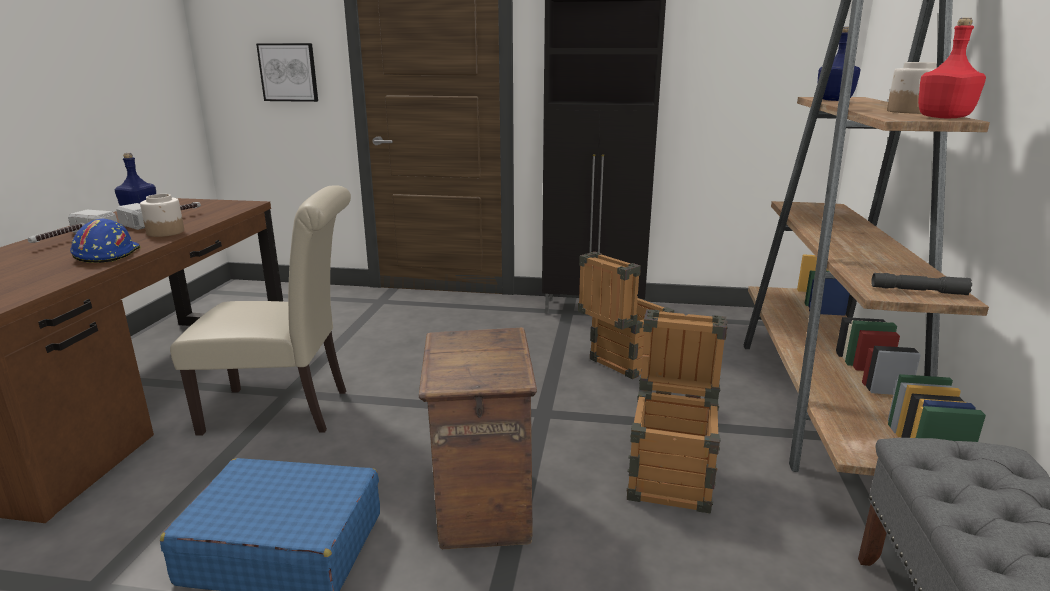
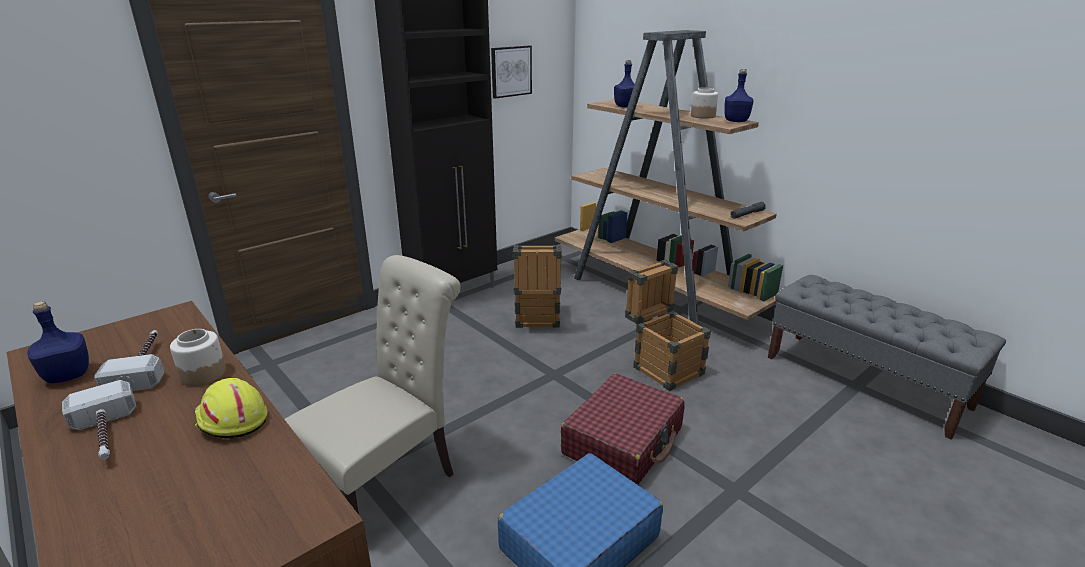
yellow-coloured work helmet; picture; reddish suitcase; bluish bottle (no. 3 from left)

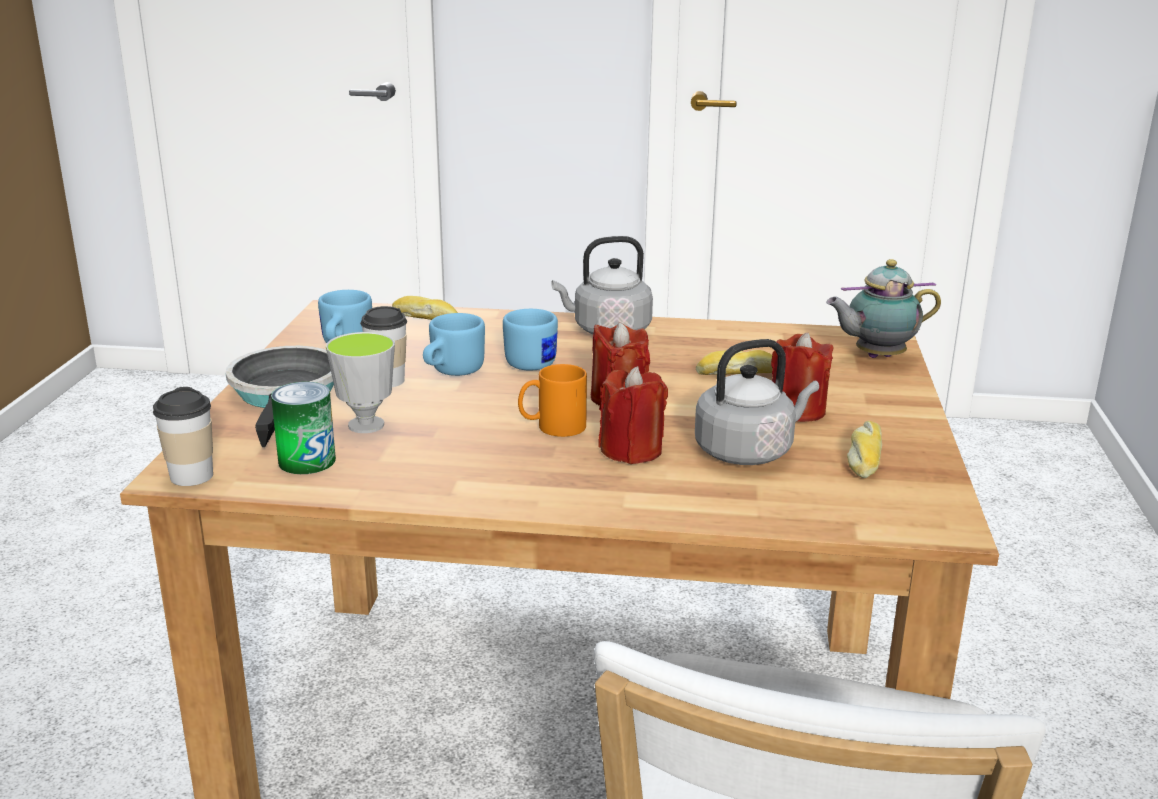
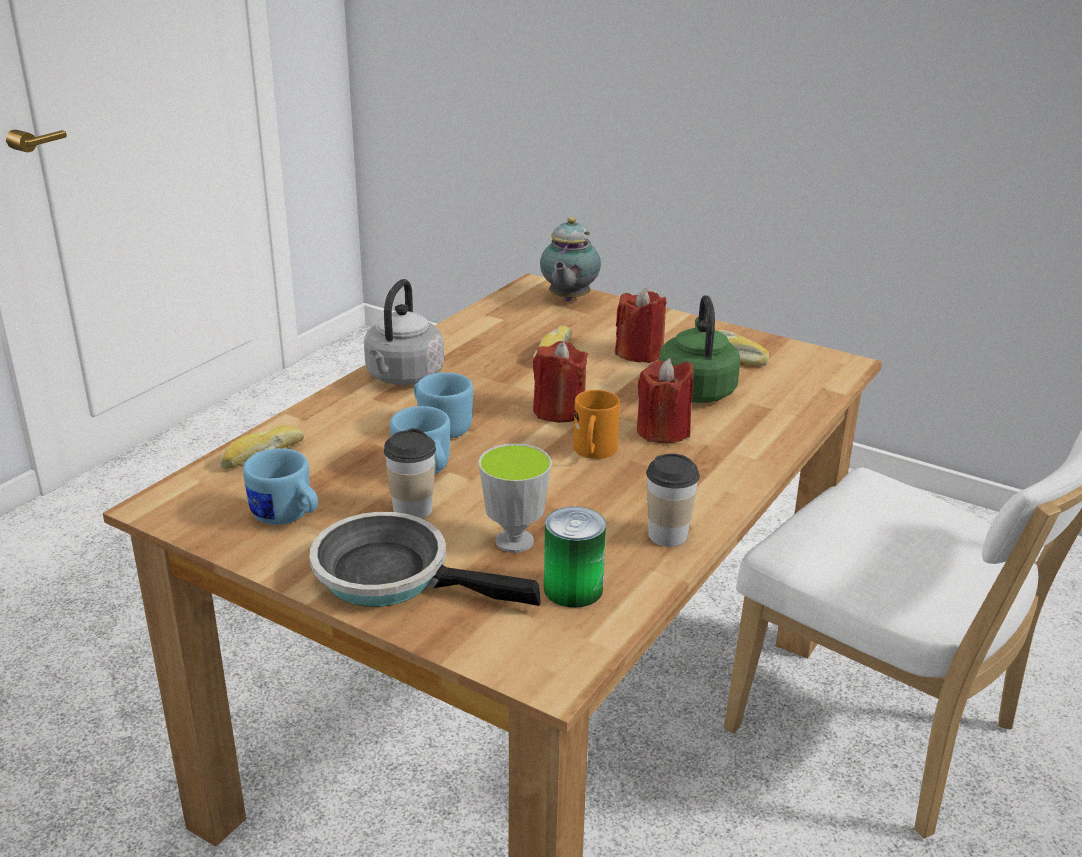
drinking cup (no. 3 from left); greenish tea kettle

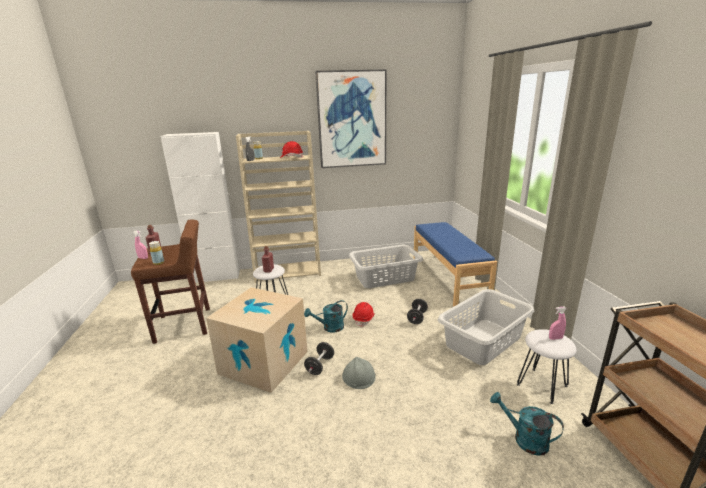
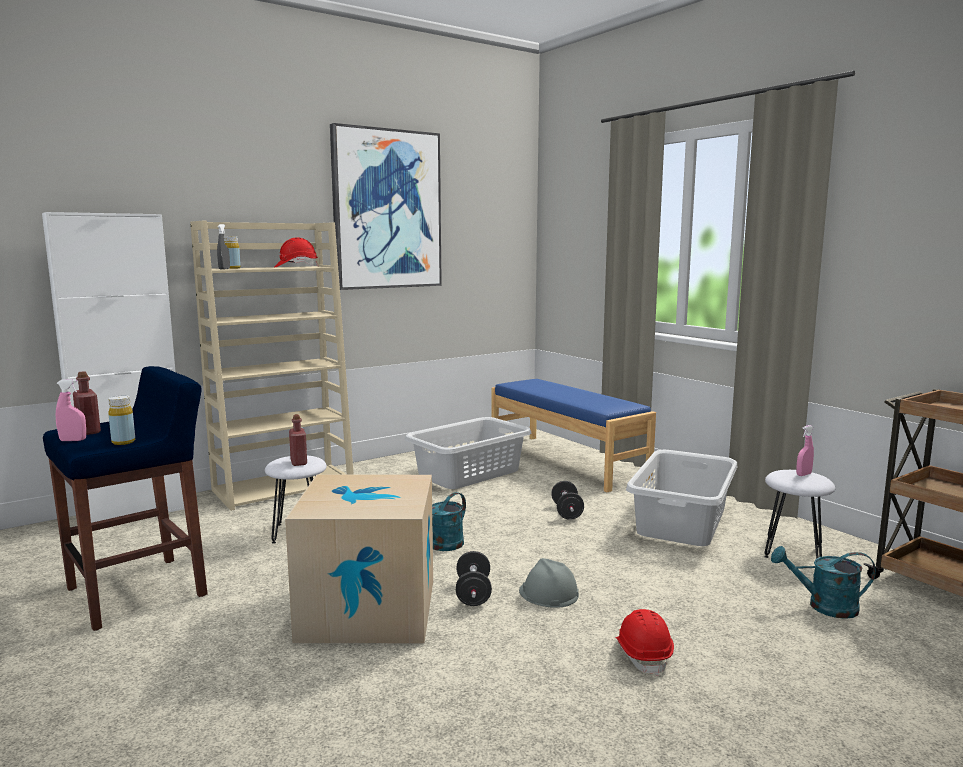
bluish sitting stool; reddish work helmet (no. 2 from left)

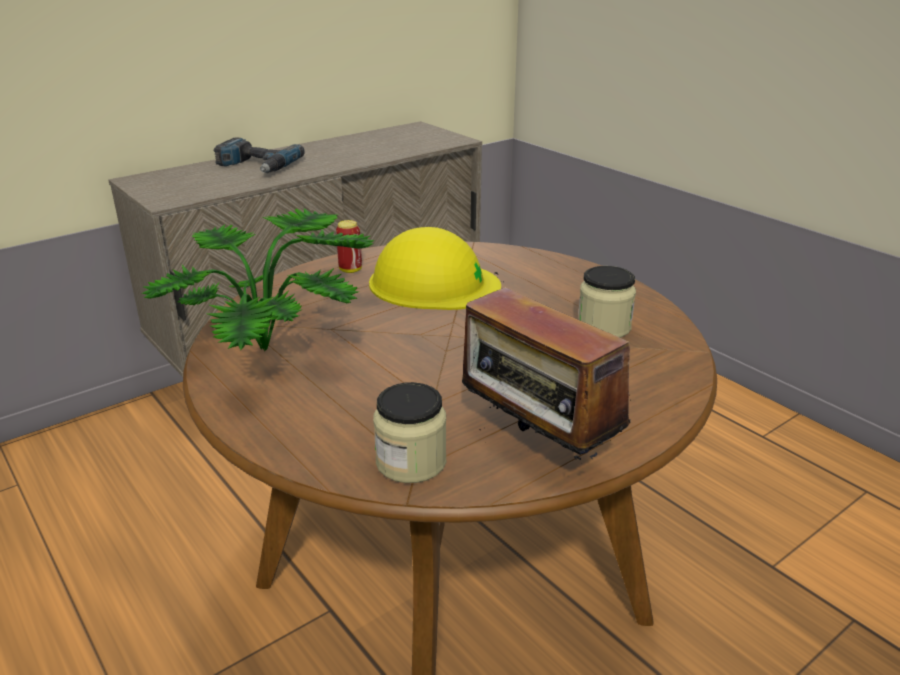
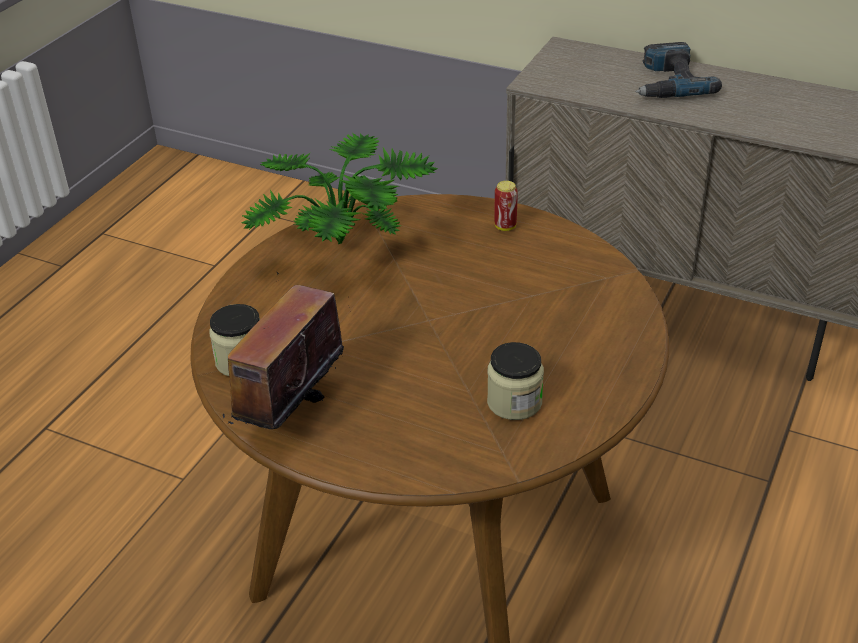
yellow-coloured work helmet

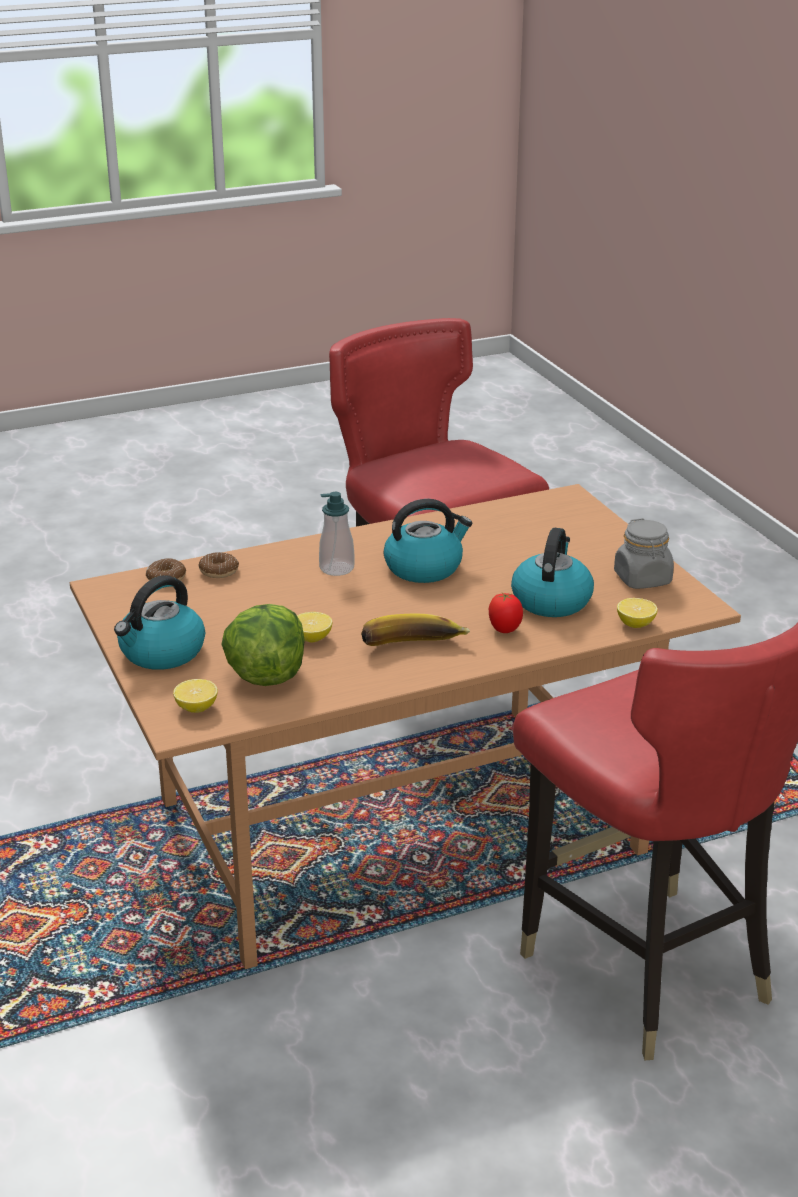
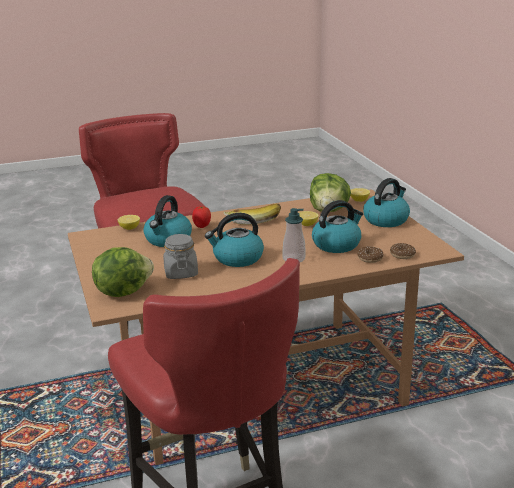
lettuce (no. 1 from left); grey storage jar; tea kettle (no. 3 from left)

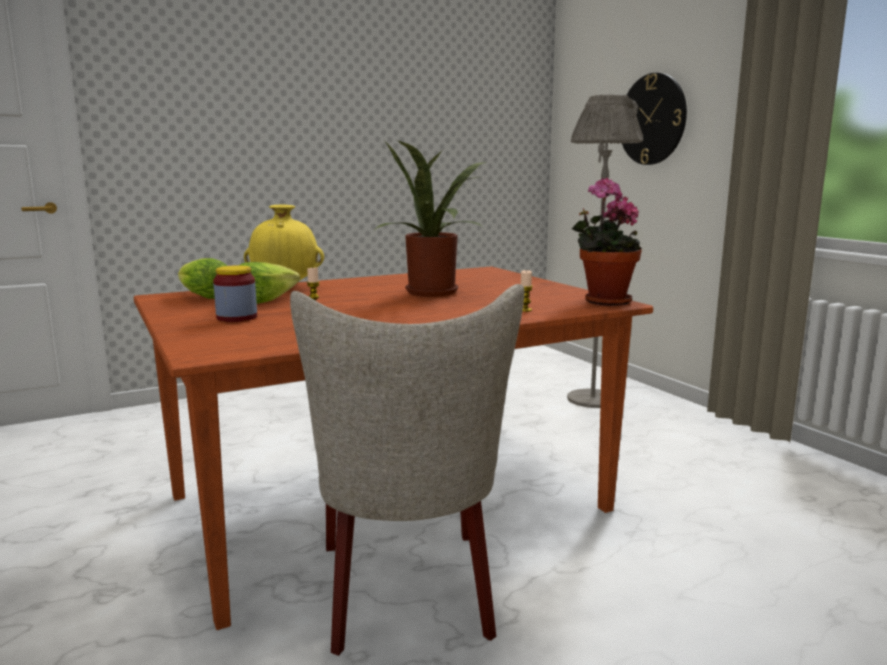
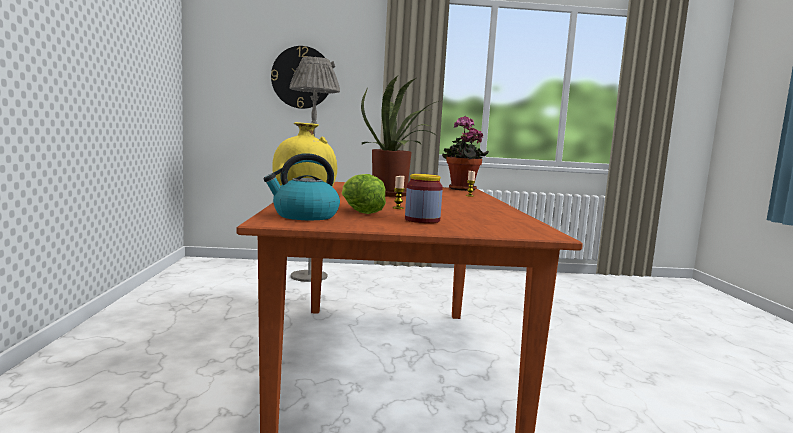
tea kettle; beige-coloured chair

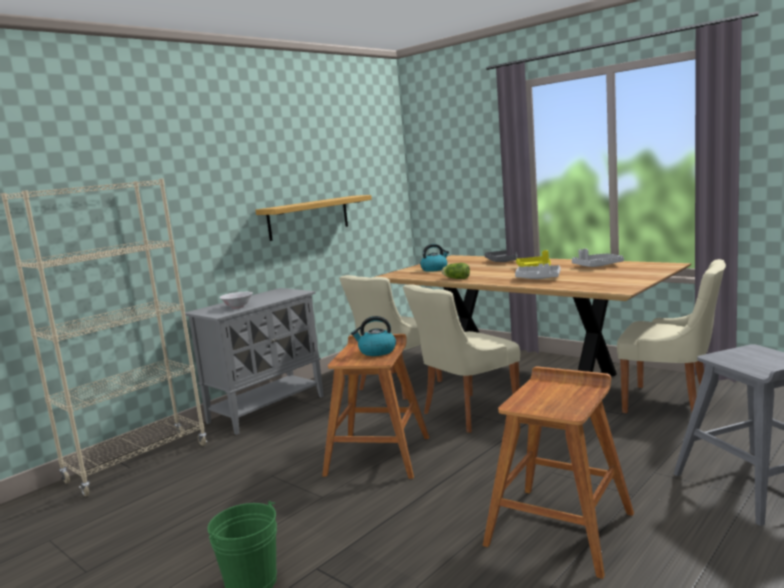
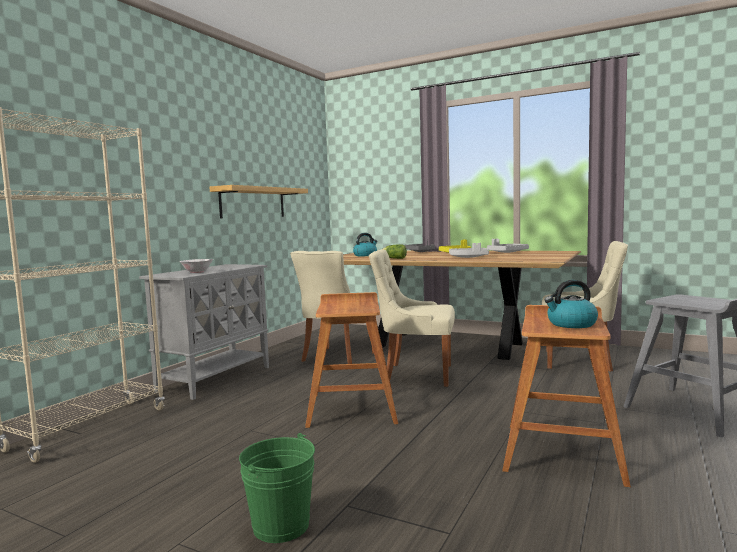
beige-coloured chair (no. 2 from left); tea kettle (no. 2 from left)

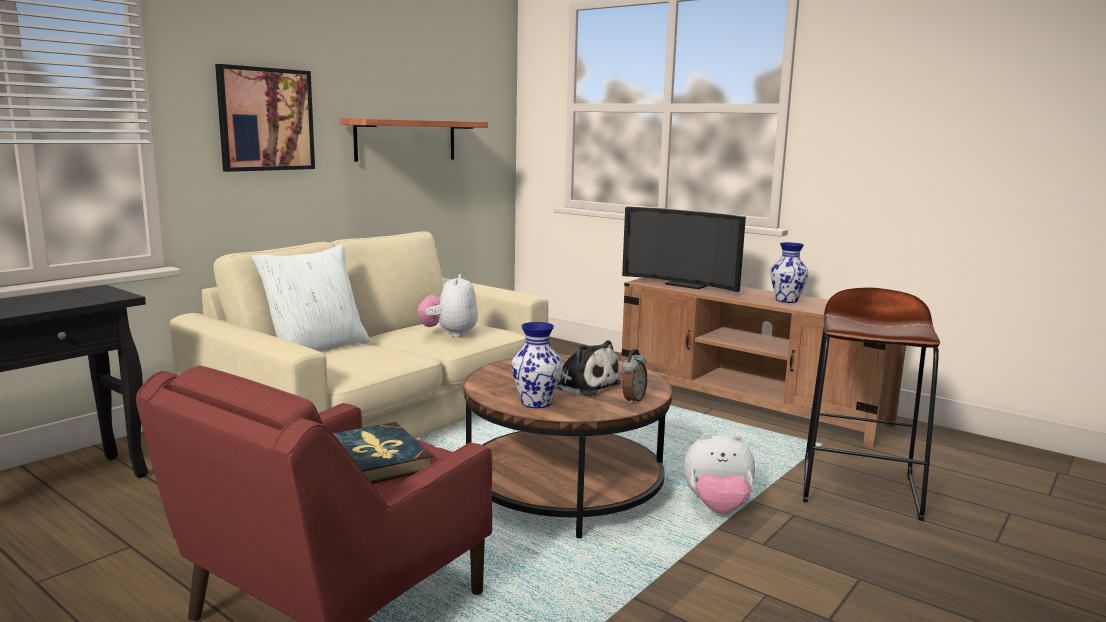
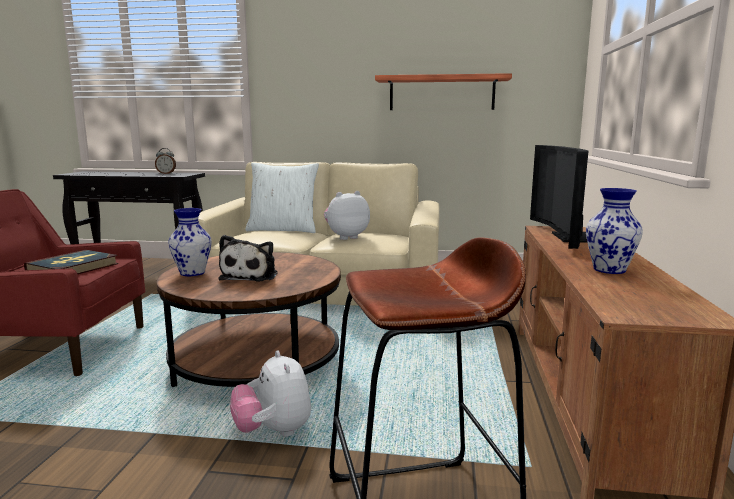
alarm clock; picture

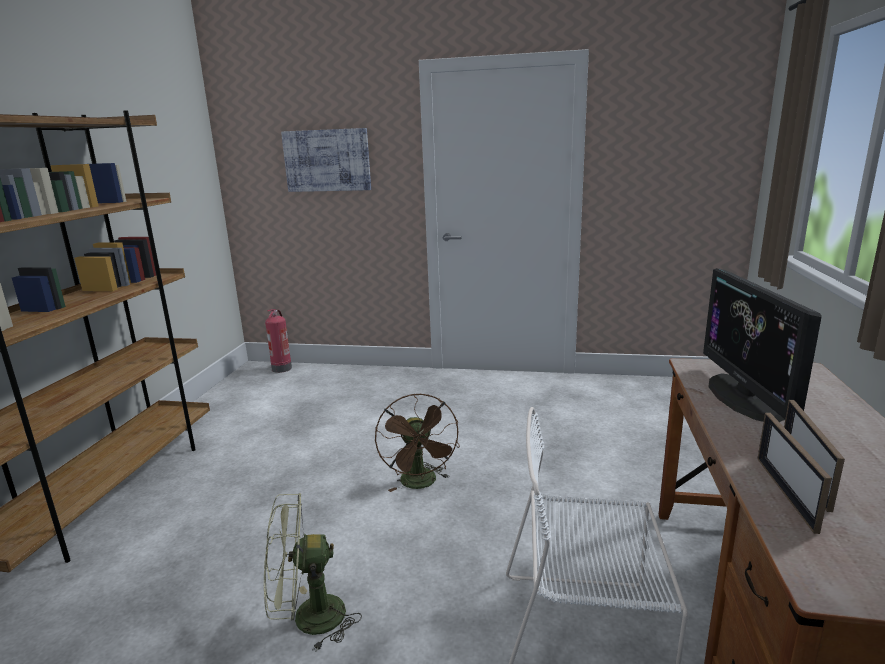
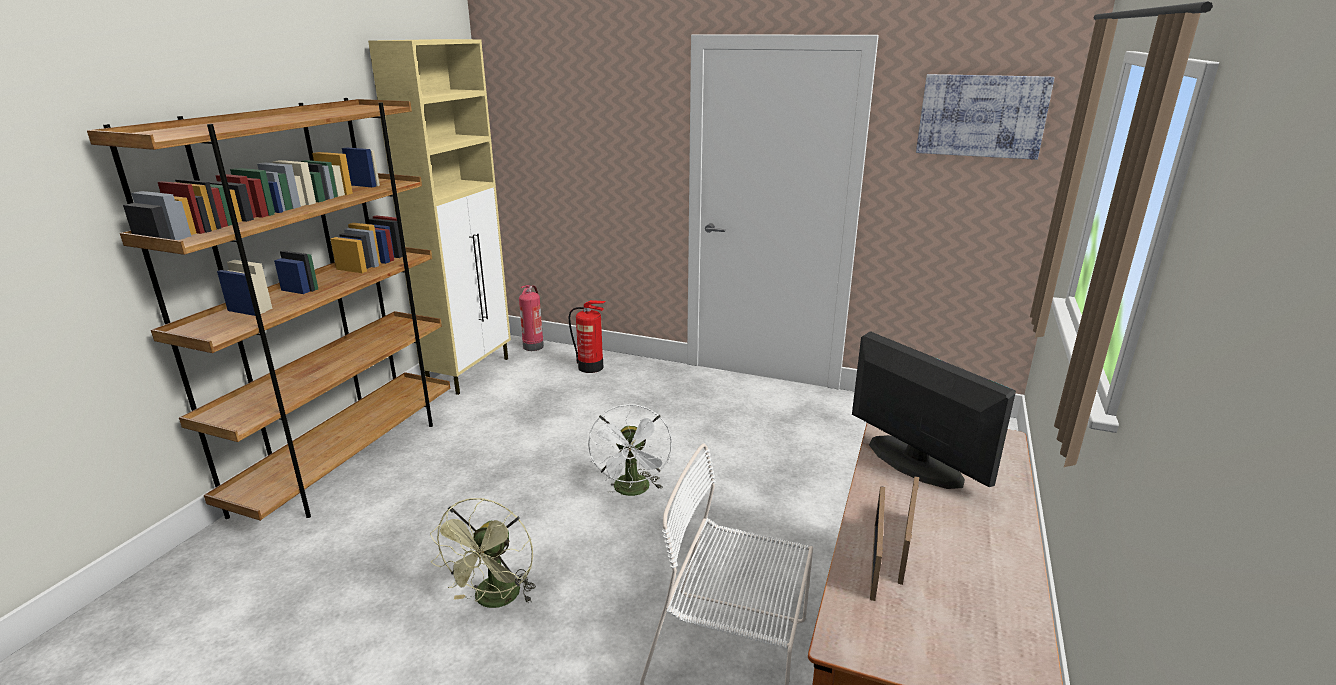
beige-coloured cabinet; greenish cooling fan; fire-fighting cylinder (no. 2 from left); white-coloured cooling fan; computer display; picture

